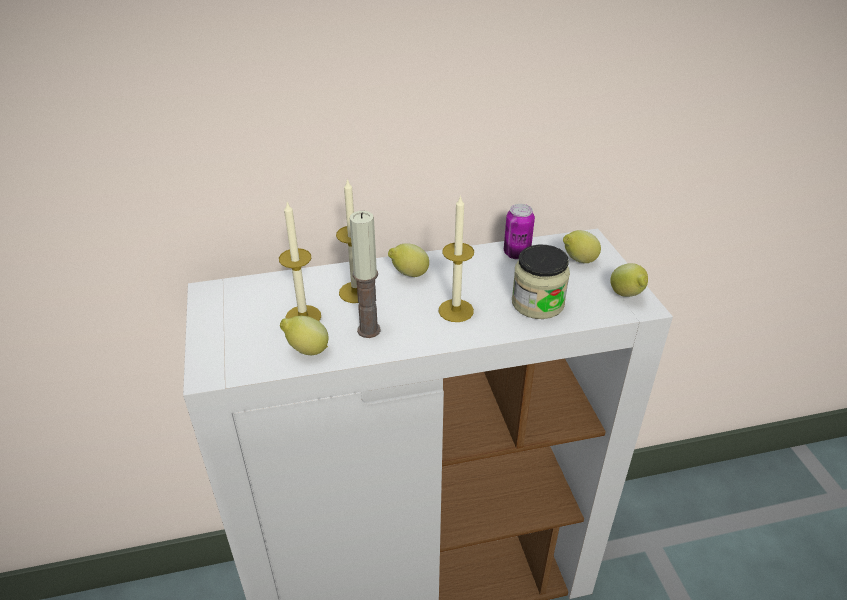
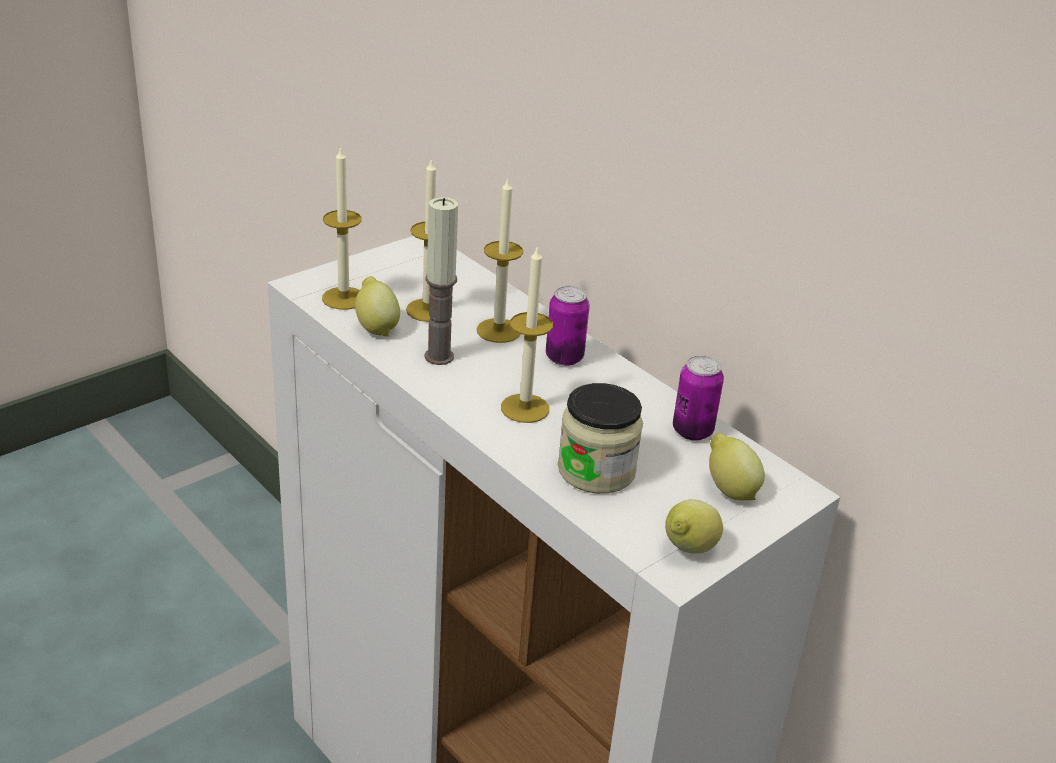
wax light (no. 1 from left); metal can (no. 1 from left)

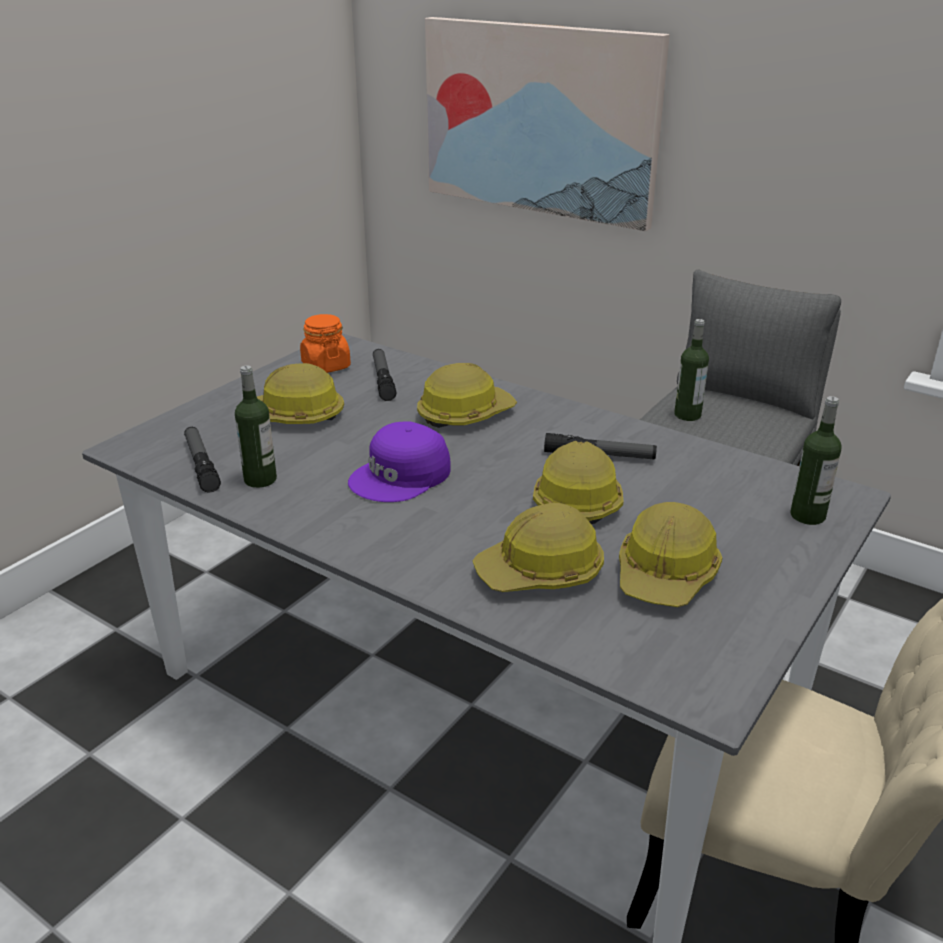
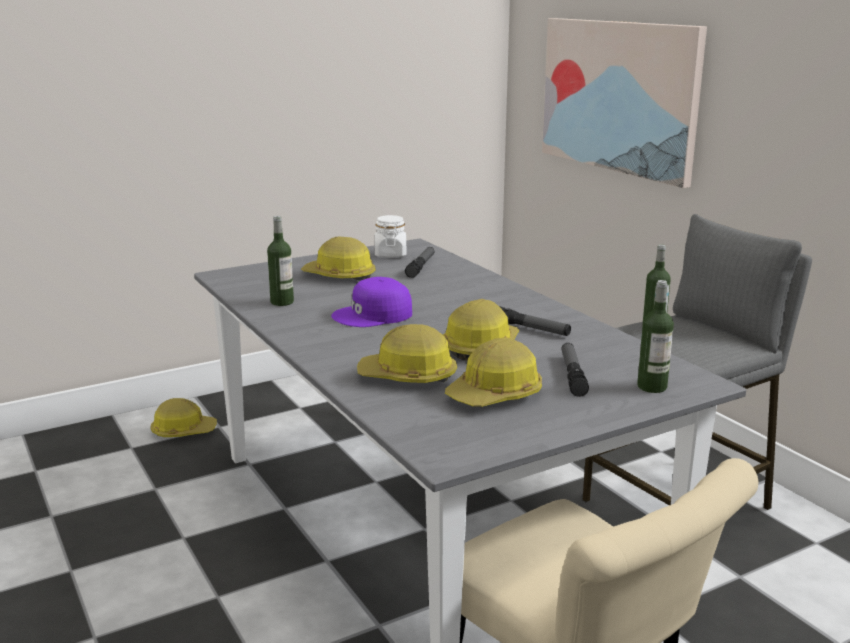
work helmet (no. 1 from left); white-coloured storage jar; hand torch (no. 3 from left)

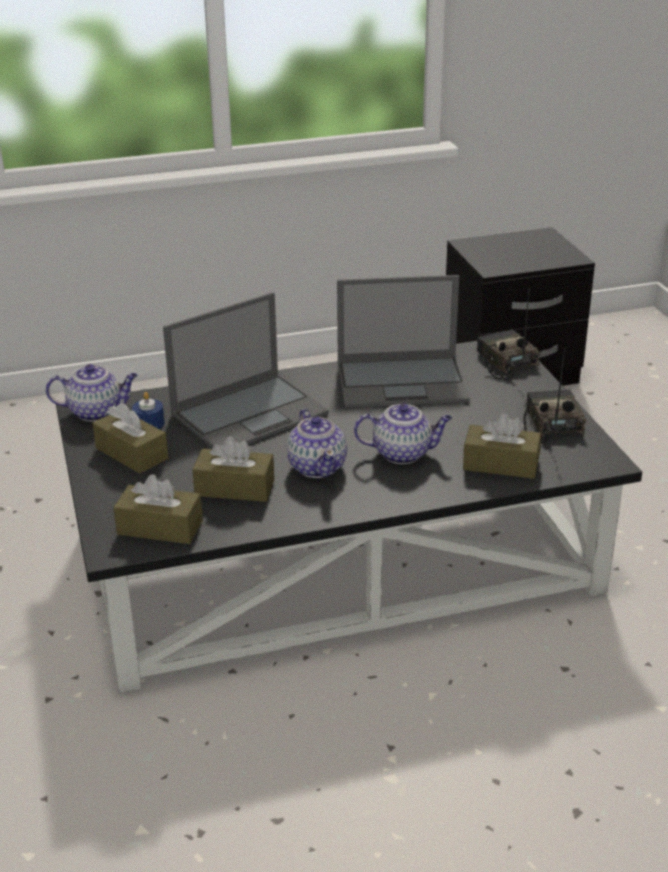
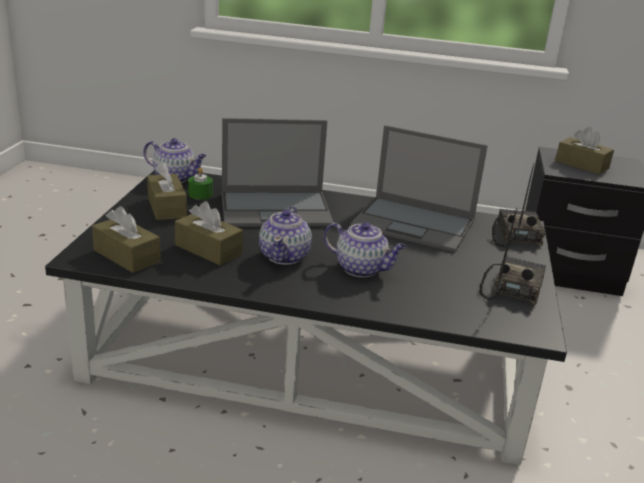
greenish wax light; brown box of tissues (no. 4 from left)

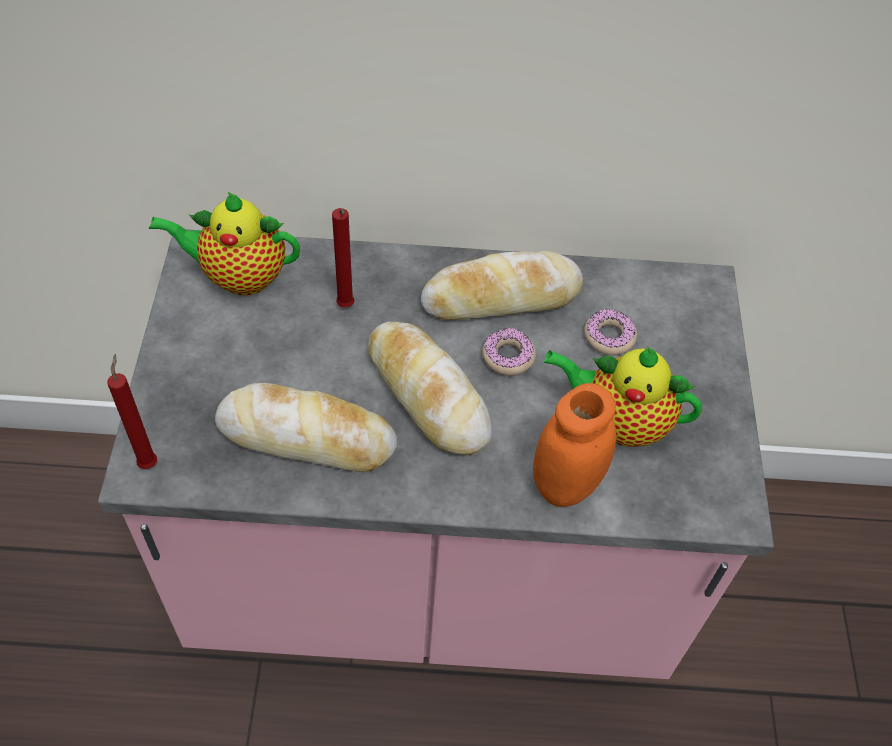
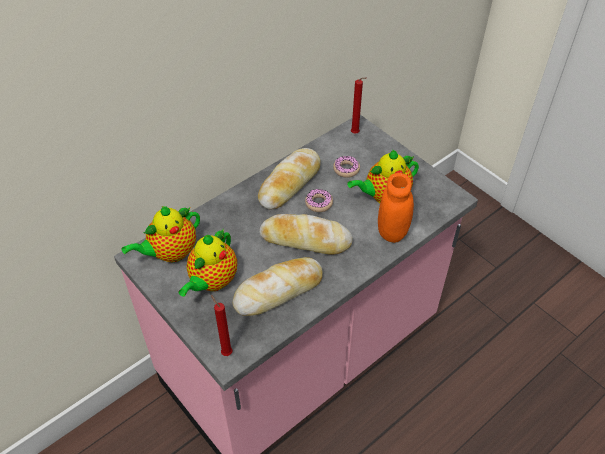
teapot (no. 2 from left); reddish wax light (no. 2 from left)

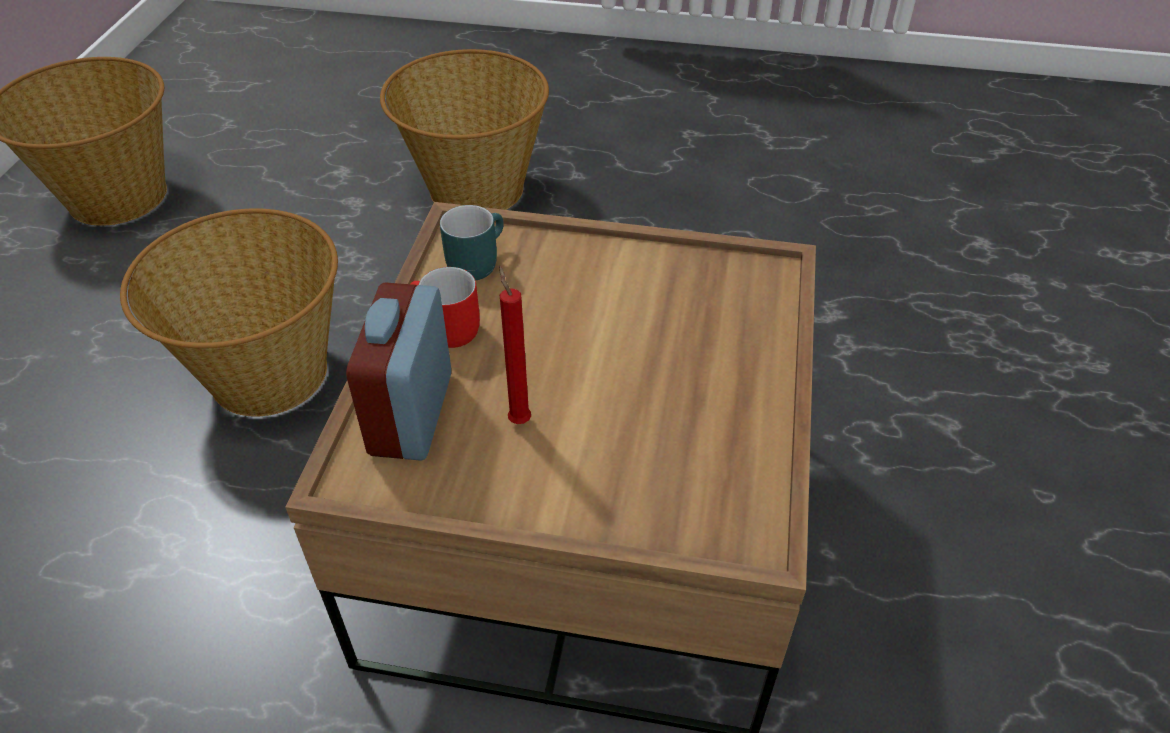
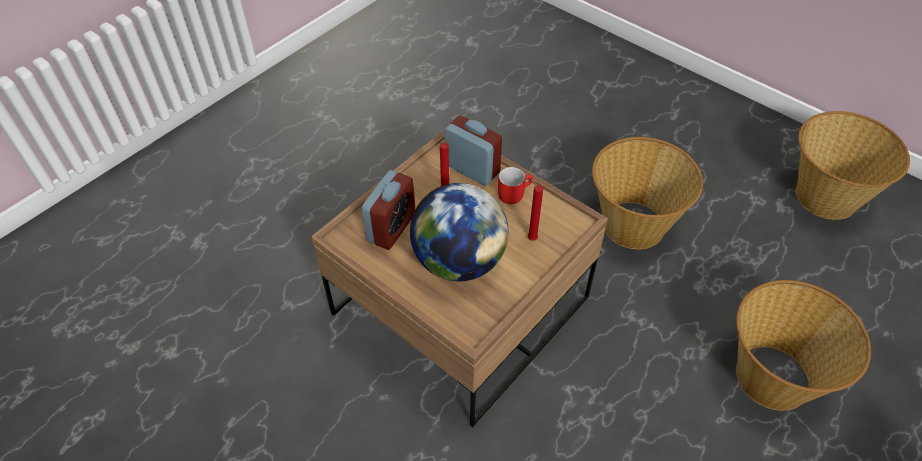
alarm clock (no. 1 from left); desk globe; reddish wax light (no. 2 from left); blue-green coffee mug

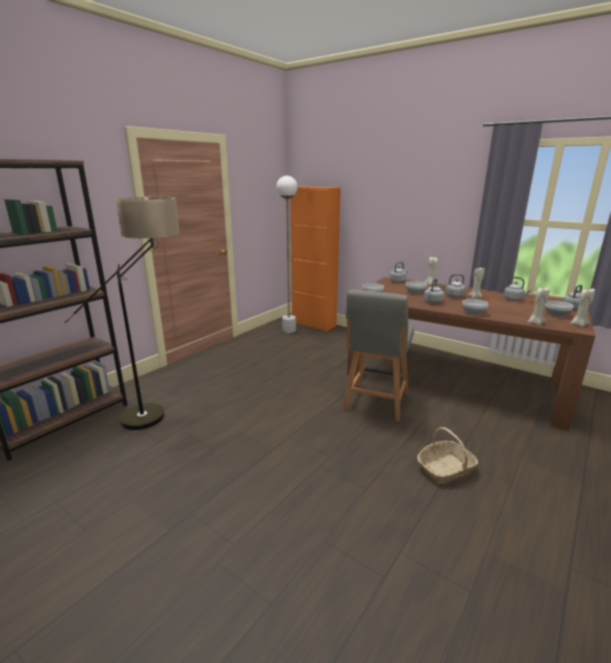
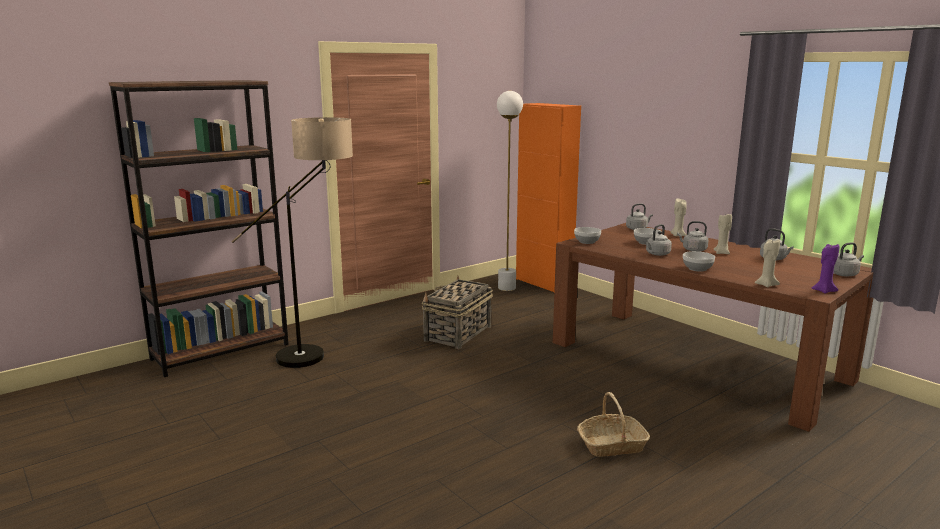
storage basket (no. 1 from left); purple wax light; grey chair; serving bowl (no. 4 from left in the first image)

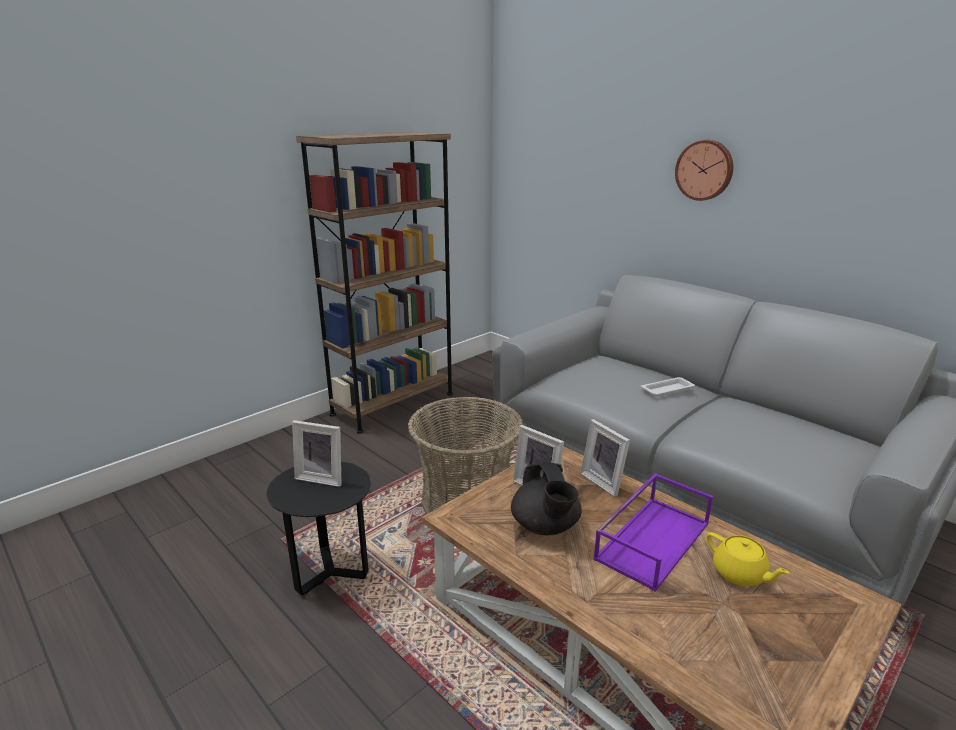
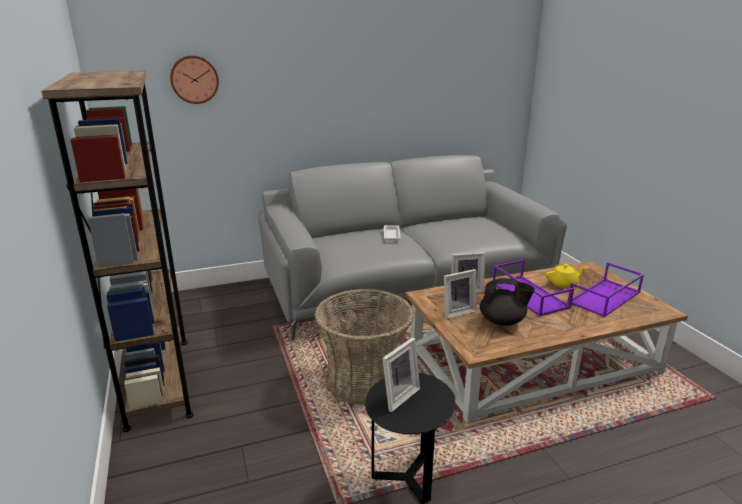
hanging clock; purple tray (no. 2 from left)

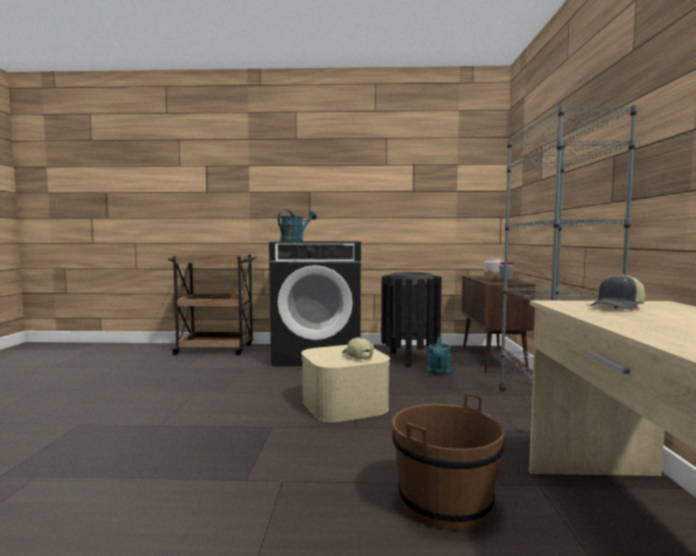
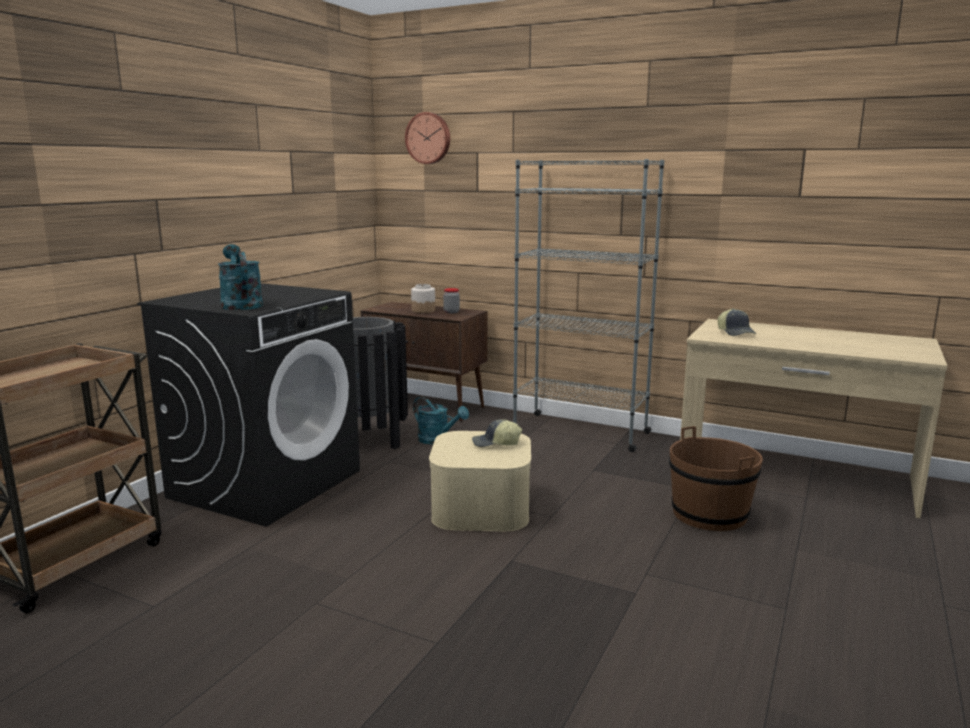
hanging clock

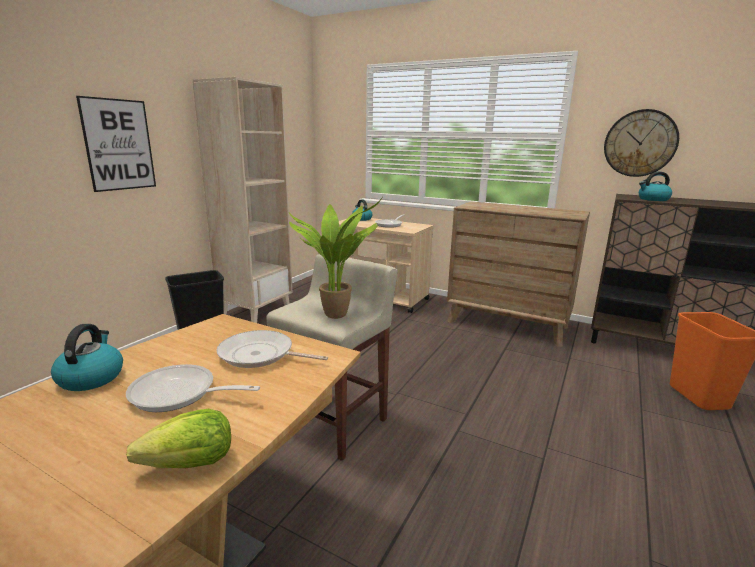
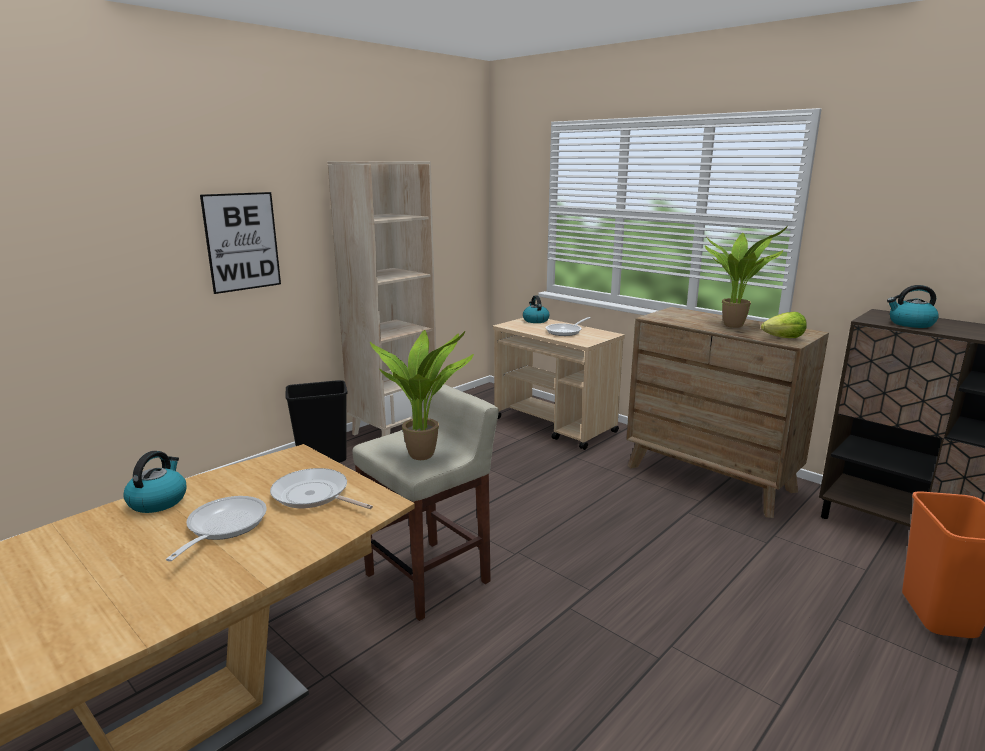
pan (no. 1 from left); potted plant (no. 2 from left); lettuce; hanging clock

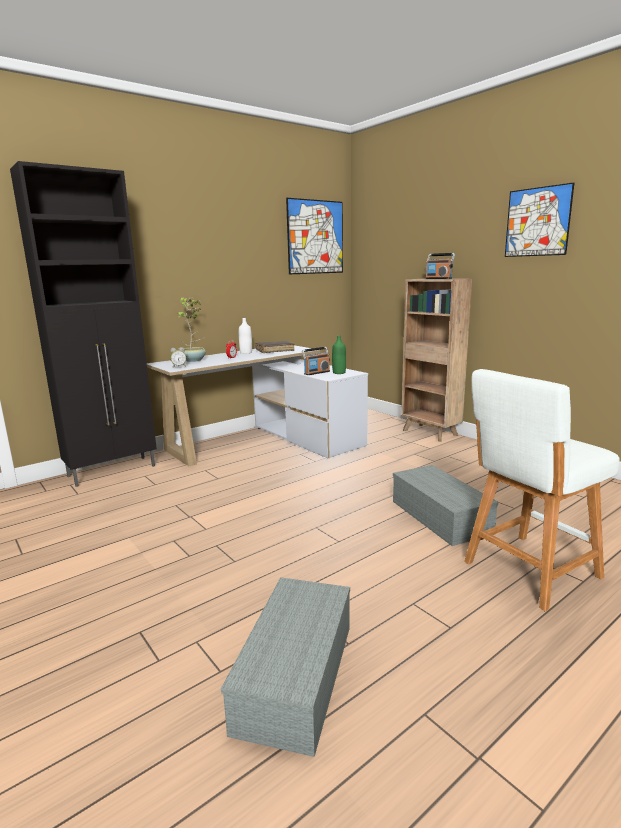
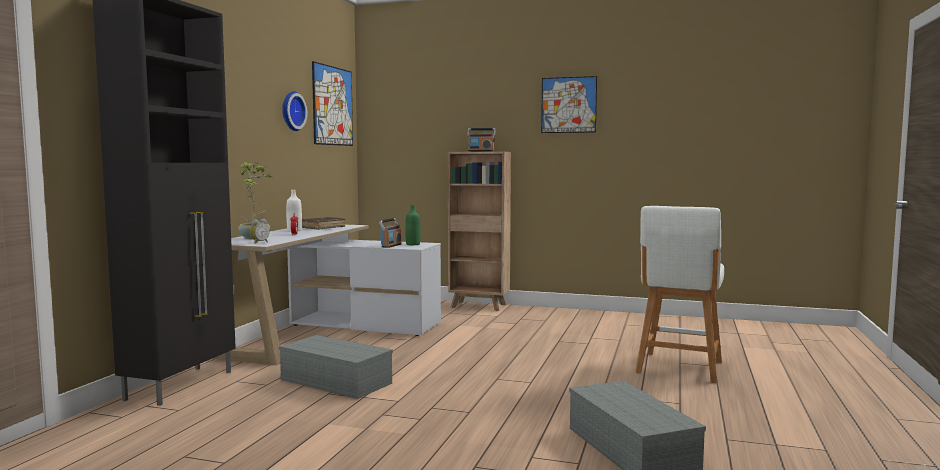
grey storage bin (no. 1 from left); hanging clock

